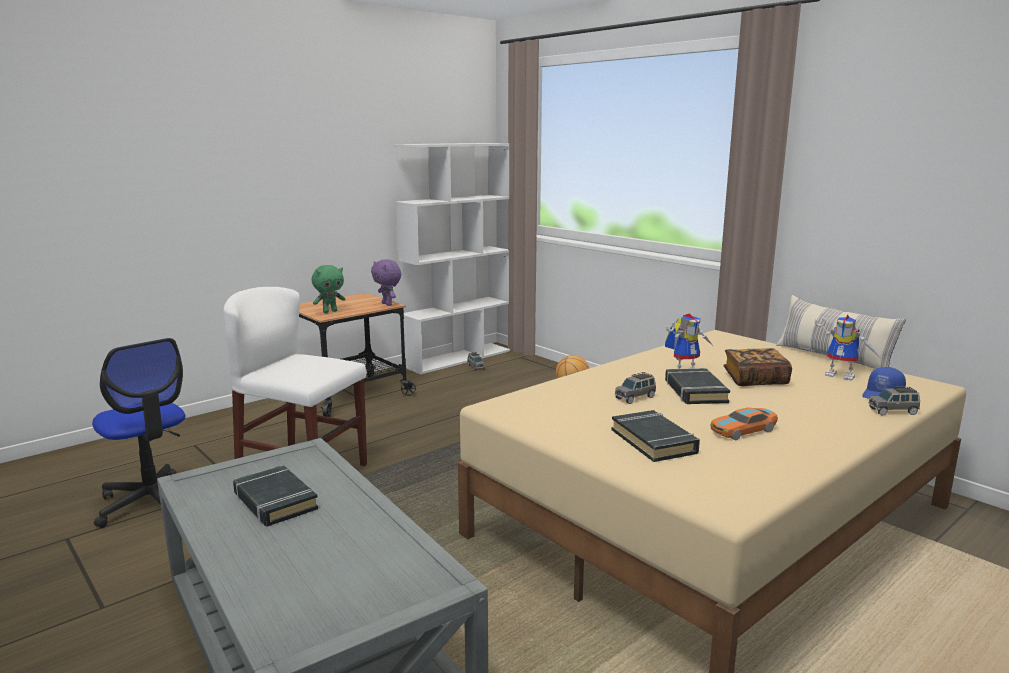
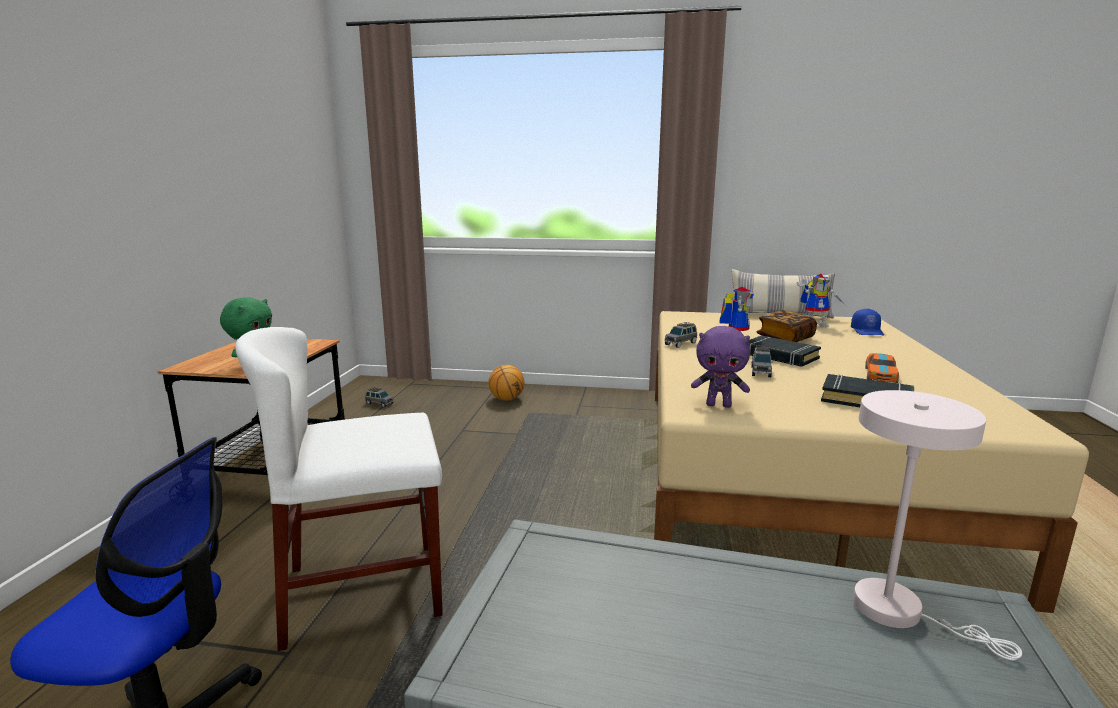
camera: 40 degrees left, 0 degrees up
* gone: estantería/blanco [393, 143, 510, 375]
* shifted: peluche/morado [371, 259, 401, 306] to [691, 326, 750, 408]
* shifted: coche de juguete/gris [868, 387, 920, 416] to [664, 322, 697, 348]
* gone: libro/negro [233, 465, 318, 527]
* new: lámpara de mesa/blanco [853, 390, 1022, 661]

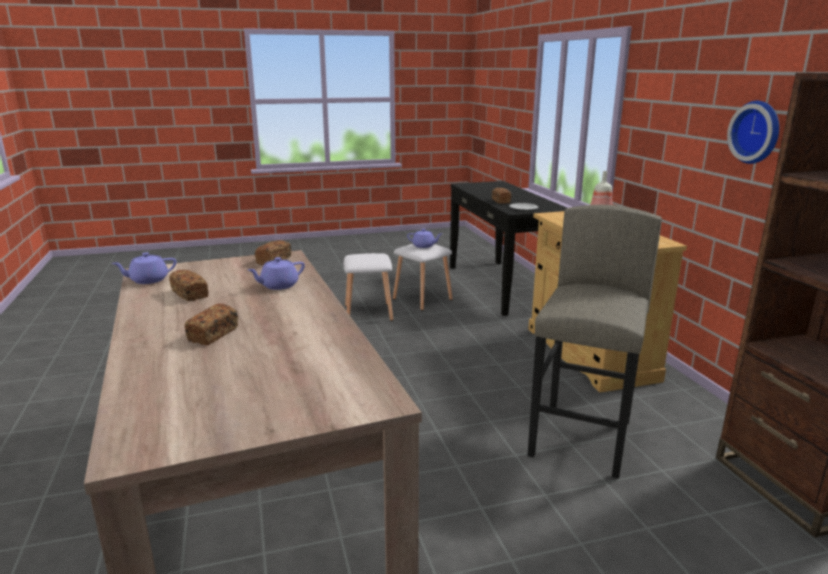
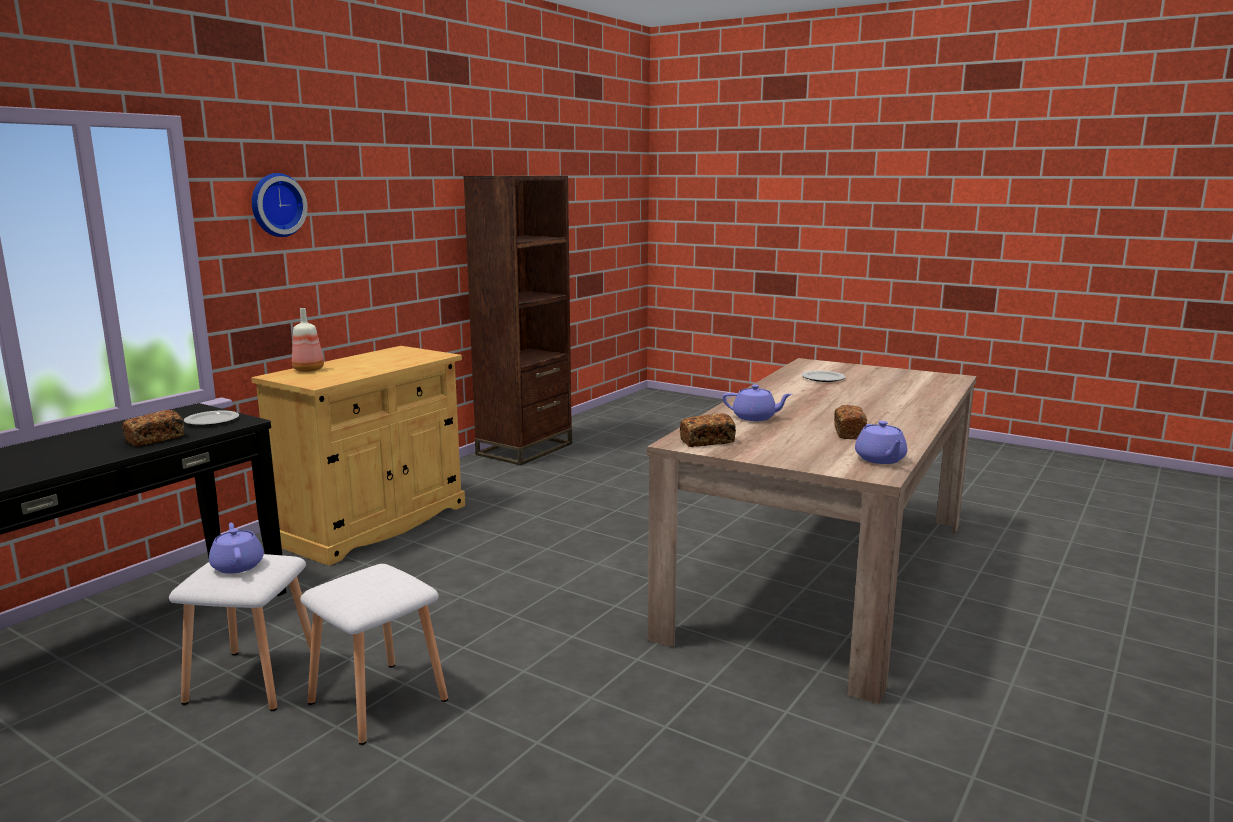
camera: 130 degrees left, 5 degrees down
* shifted: reloj de pared [727, 101, 779, 164] to [252, 173, 308, 237]
* gone: taburete/gris [528, 205, 662, 478]
* rotated: tetera/morado [112, 252, 176, 284] = [855, 421, 907, 464] 60 degrees clockwise
* gone: pan [185, 304, 238, 345]
* new: plato [802, 371, 846, 382]

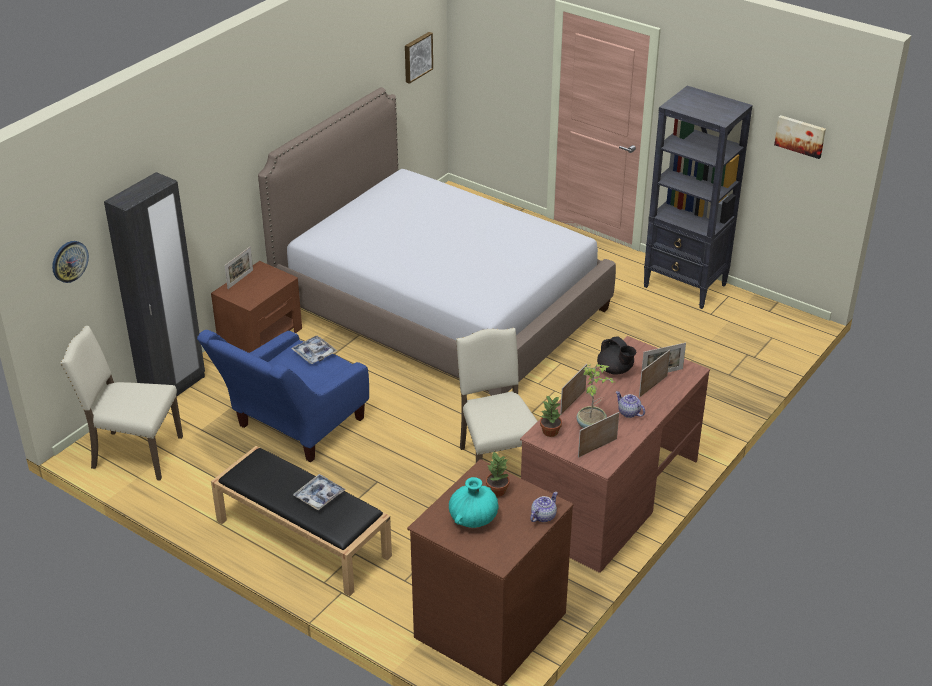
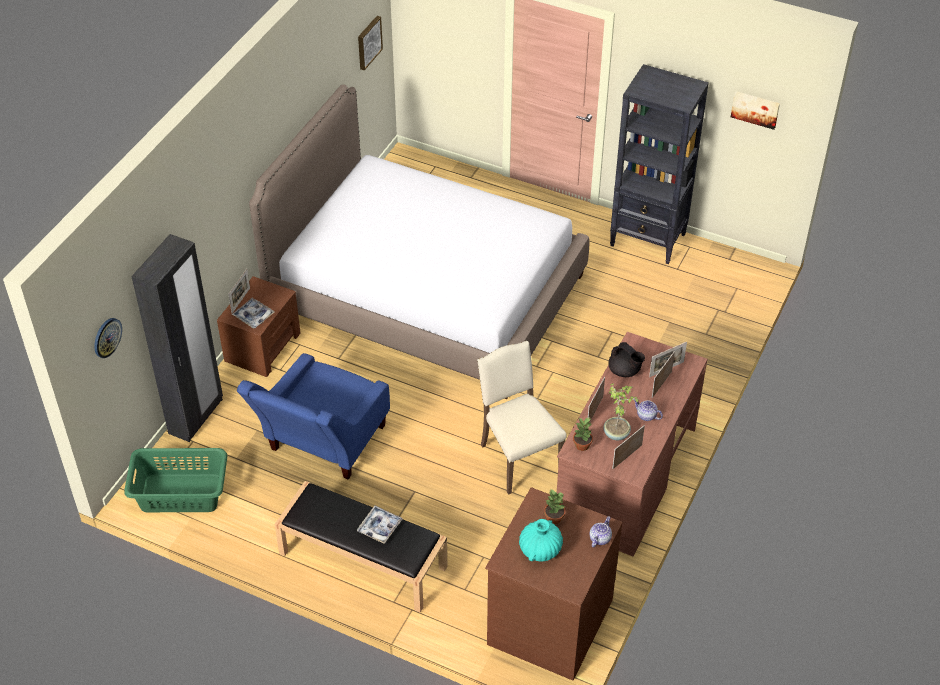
camera: 10 degrees left, 10 degrees up
* swapped: silla/beis [60, 326, 183, 481] to cesto de la ropa/verde [124, 448, 227, 512]
* shifted: bandeja [291, 336, 337, 364] to [232, 298, 275, 328]

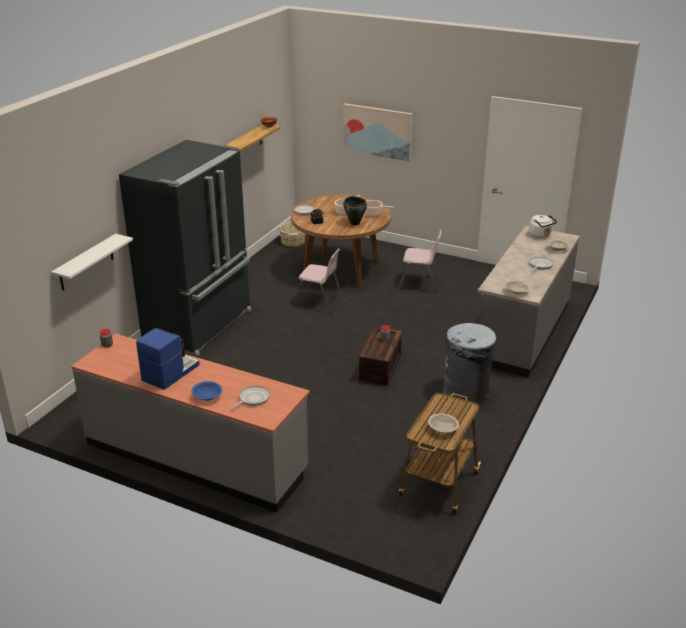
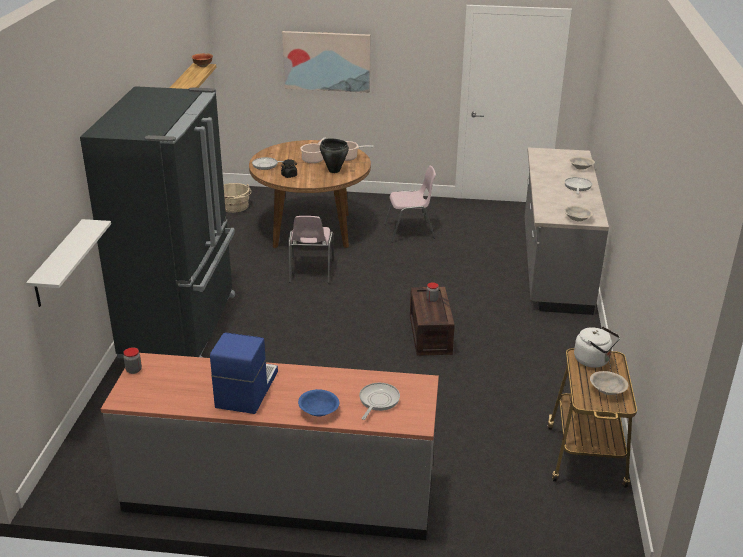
camera: 20 degrees left, 0 degrees up
* shifted: hervidor/blanco [529, 215, 557, 238] to [574, 326, 620, 368]
* rotated: silla/rosa [294, 249, 343, 313] = [288, 216, 334, 283] 90 degrees clockwise
* gone: papelera/gris [443, 323, 497, 406]

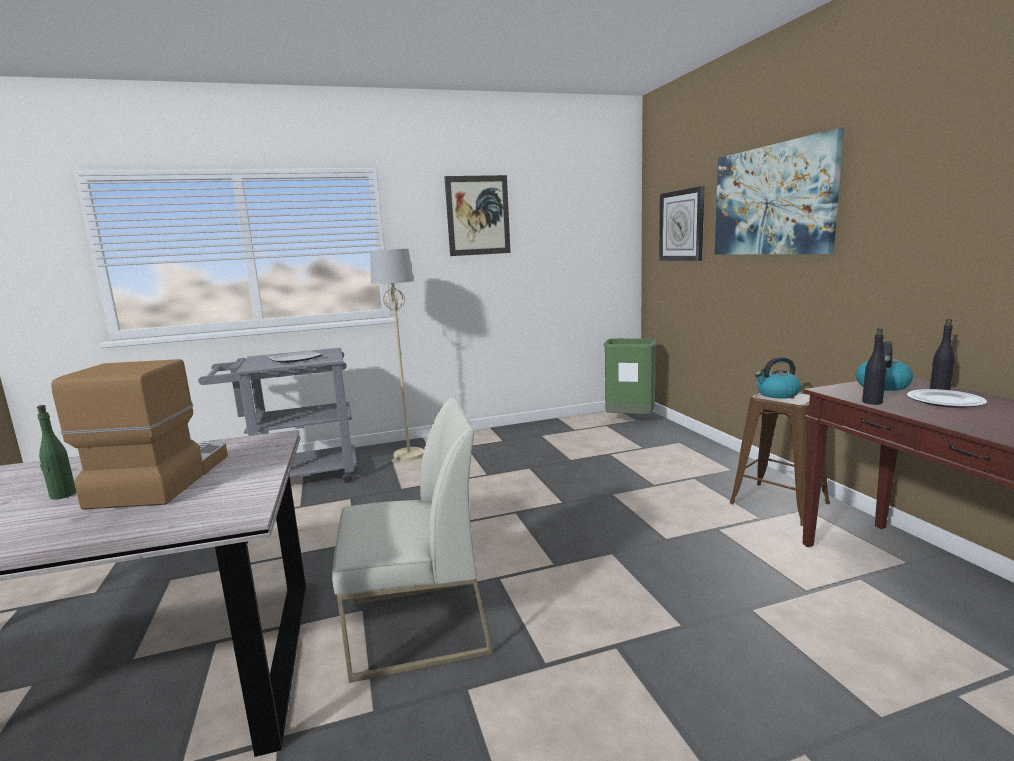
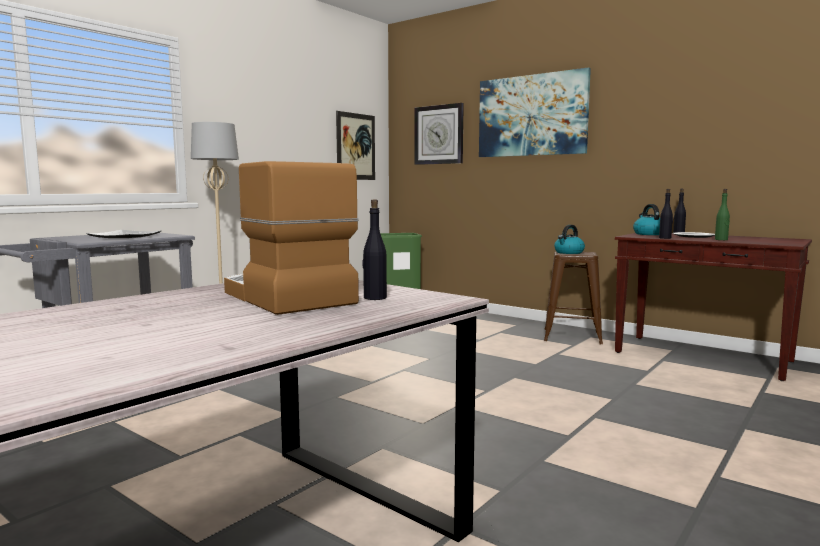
camera: 35 degrees left, 5 degrees down
* shifted: cuadro [444, 175, 511, 256] to [336, 111, 375, 180]
* gone: silla/blanco [332, 396, 493, 683]
* shifted: botella/verde [37, 405, 76, 500] to [715, 189, 730, 240]
* new: botella/negro [362, 199, 387, 300]

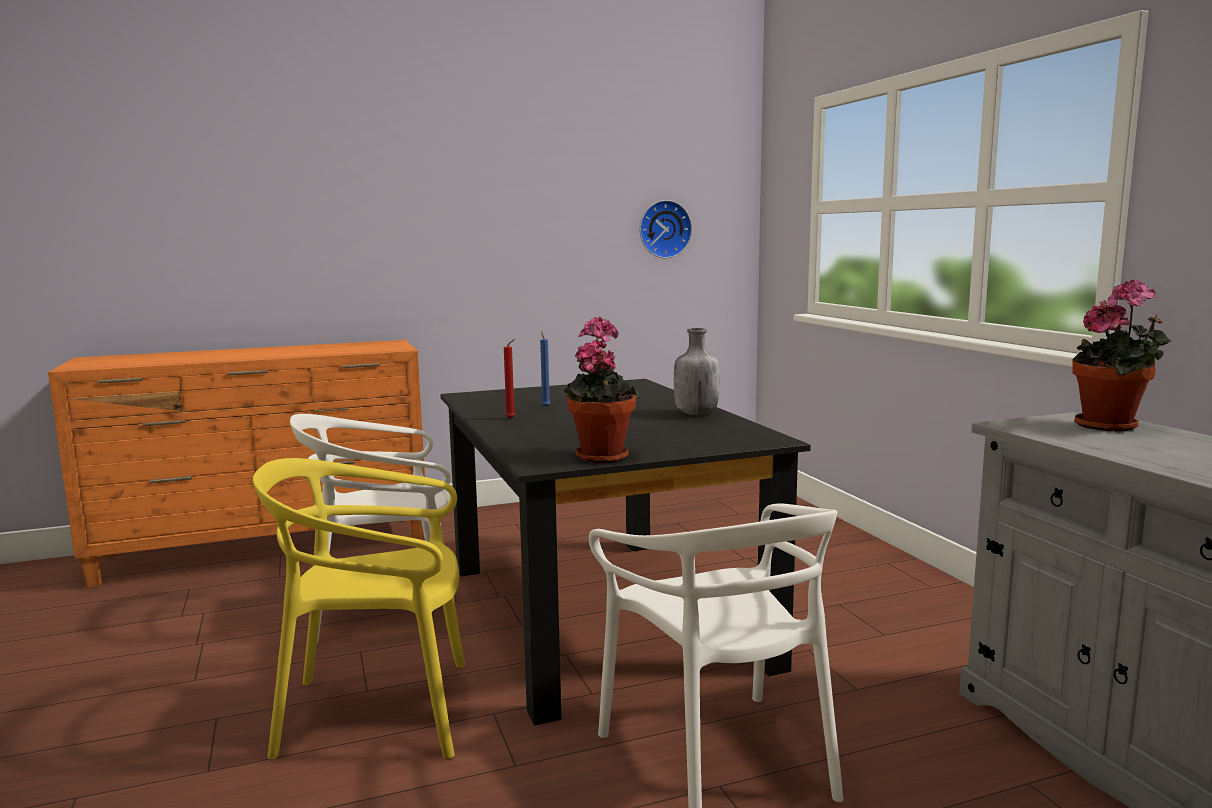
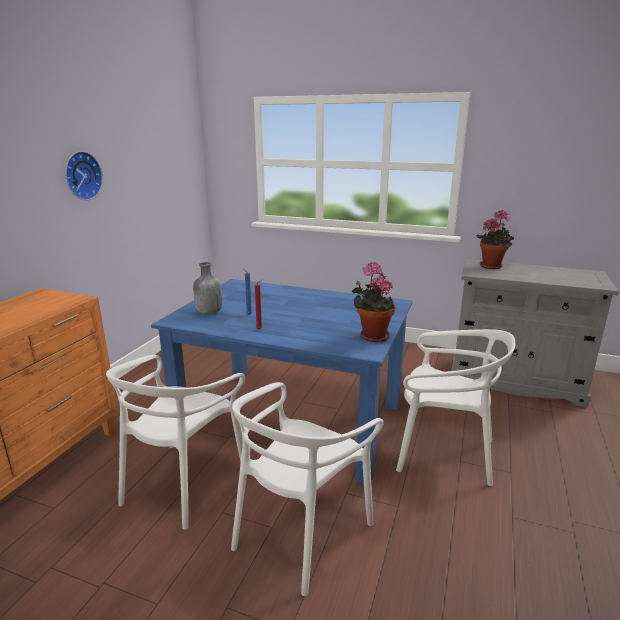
camera: 50 degrees left, 10 degrees up
* shifted: reloj de pared [640, 200, 692, 258] to [65, 151, 103, 200]
* shifted: botella/gris [674, 328, 720, 415] to [193, 262, 222, 314]
* repainted: mesa de comedor/negro [440, 379, 811, 725] to mesa de comedor/azul [151, 279, 413, 484]
* repainted: silla/amarillo [253, 458, 466, 759] to silla/blanco [231, 382, 384, 596]

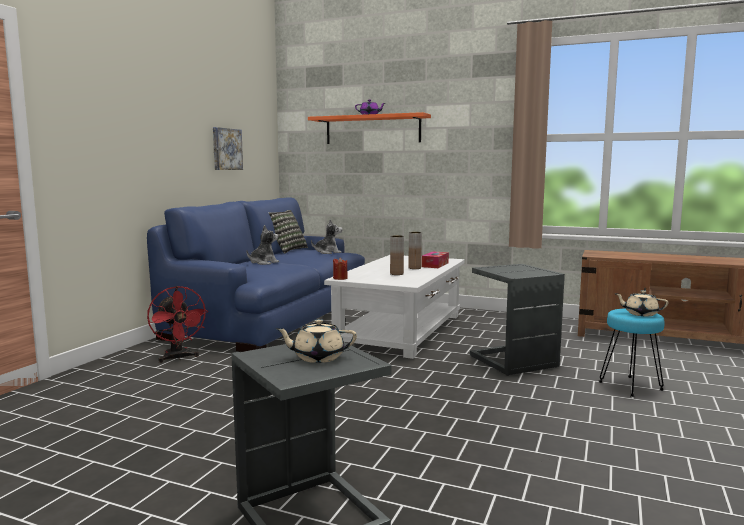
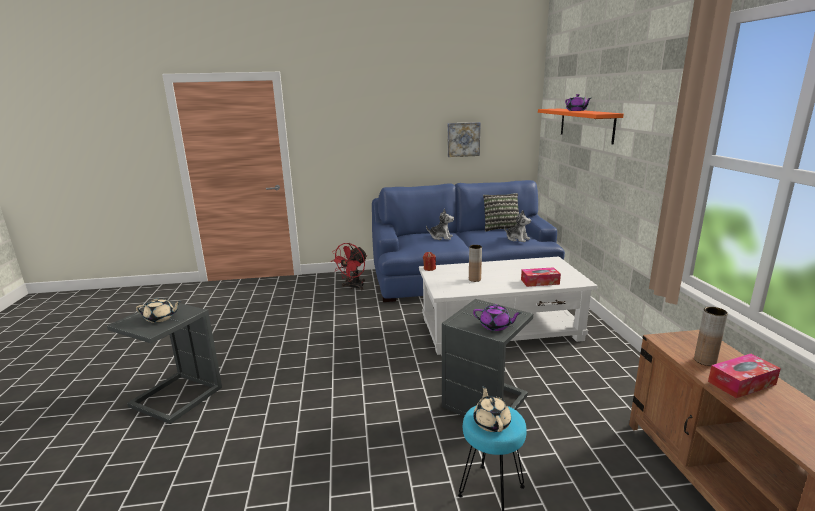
camera: 60 degrees right, 10 degrees up
* shifted: florero/marrón [408, 232, 422, 269] to [694, 307, 728, 366]
* rotated: tetera/beis [275, 319, 357, 363] = [136, 298, 182, 323] 120 degrees clockwise
* new: tetera/morado [473, 304, 521, 331]
* new: caja de pañuelos [708, 354, 781, 398]

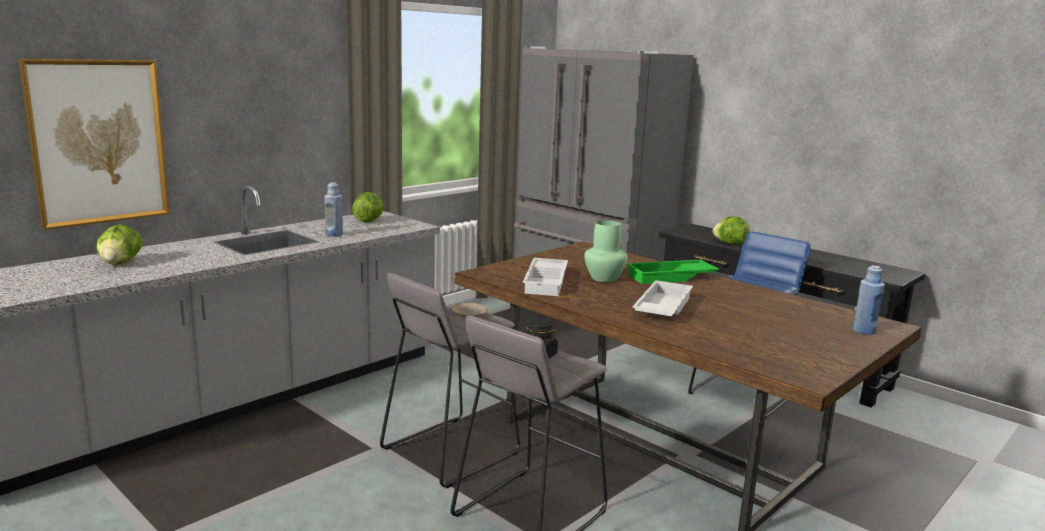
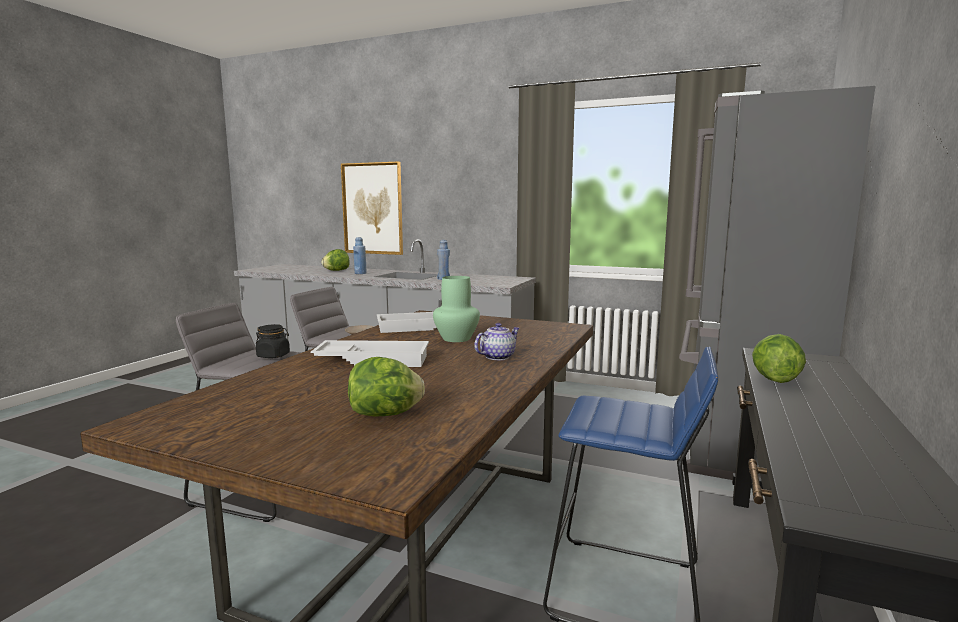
camera: 70 degrees right, 5 degrees down
* shifted: lechuga [352, 192, 384, 222] to [348, 357, 425, 416]
* swapped: bandeja/verde [627, 260, 719, 284] to tetera [474, 323, 520, 360]
* shifted: botella/azul [853, 265, 885, 335] to [353, 237, 367, 274]

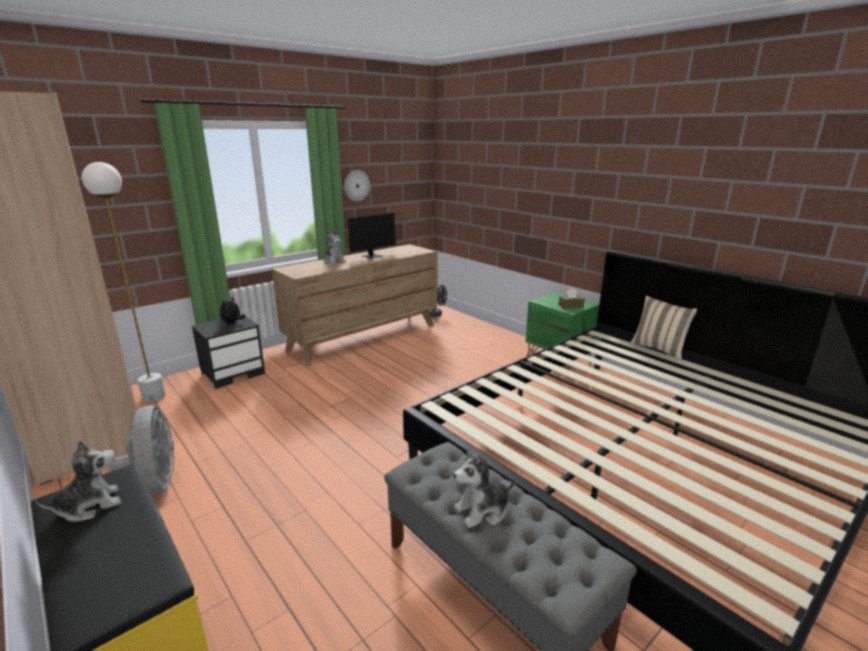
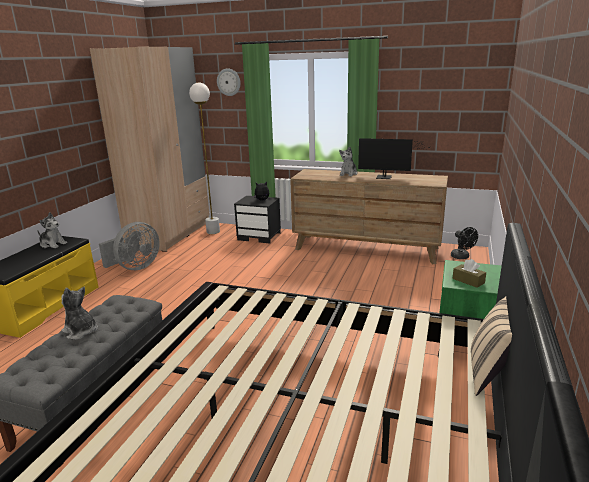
camera: 60 degrees right, 0 degrees up
* shifted: reloj de pared [344, 170, 370, 202] to [217, 68, 241, 96]

